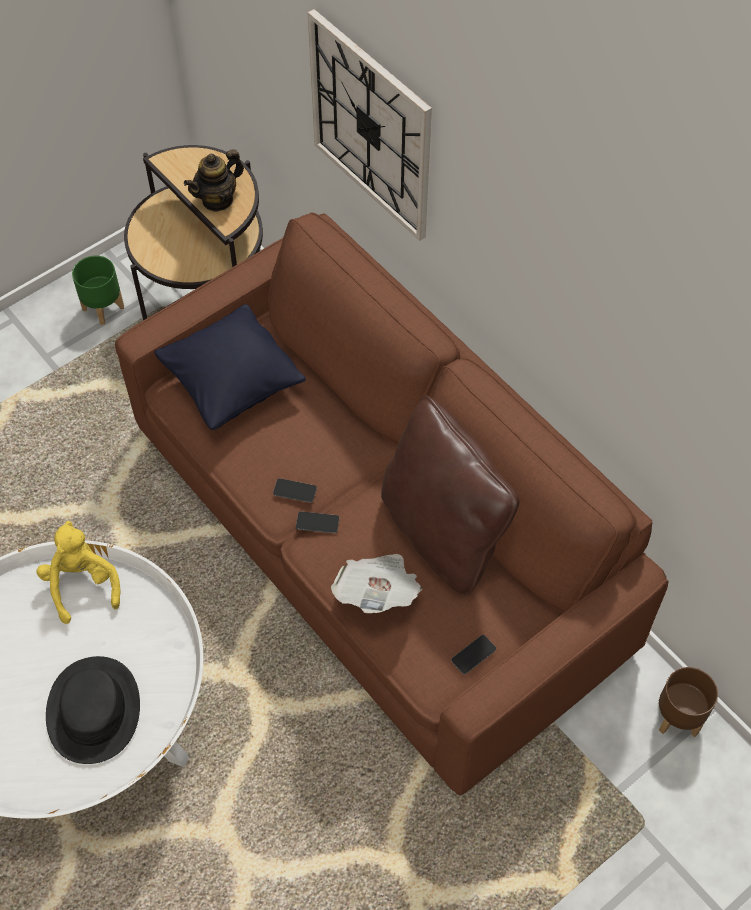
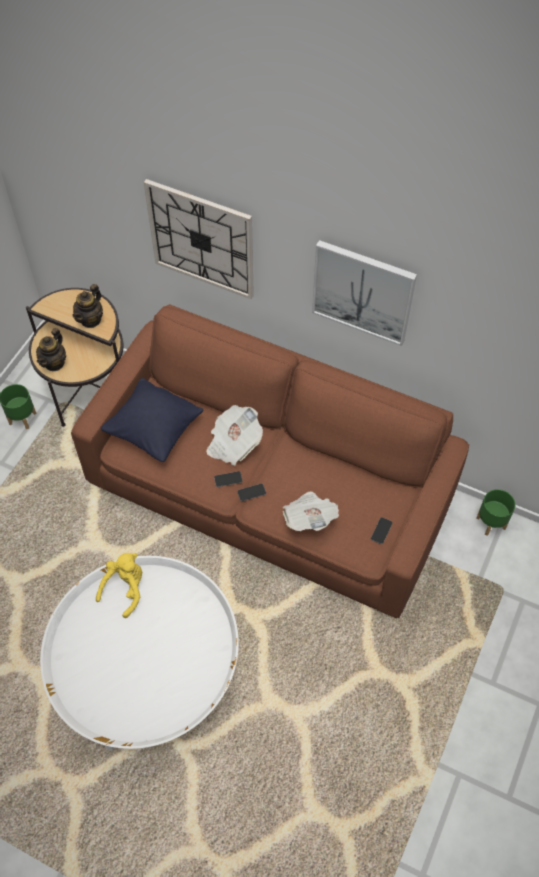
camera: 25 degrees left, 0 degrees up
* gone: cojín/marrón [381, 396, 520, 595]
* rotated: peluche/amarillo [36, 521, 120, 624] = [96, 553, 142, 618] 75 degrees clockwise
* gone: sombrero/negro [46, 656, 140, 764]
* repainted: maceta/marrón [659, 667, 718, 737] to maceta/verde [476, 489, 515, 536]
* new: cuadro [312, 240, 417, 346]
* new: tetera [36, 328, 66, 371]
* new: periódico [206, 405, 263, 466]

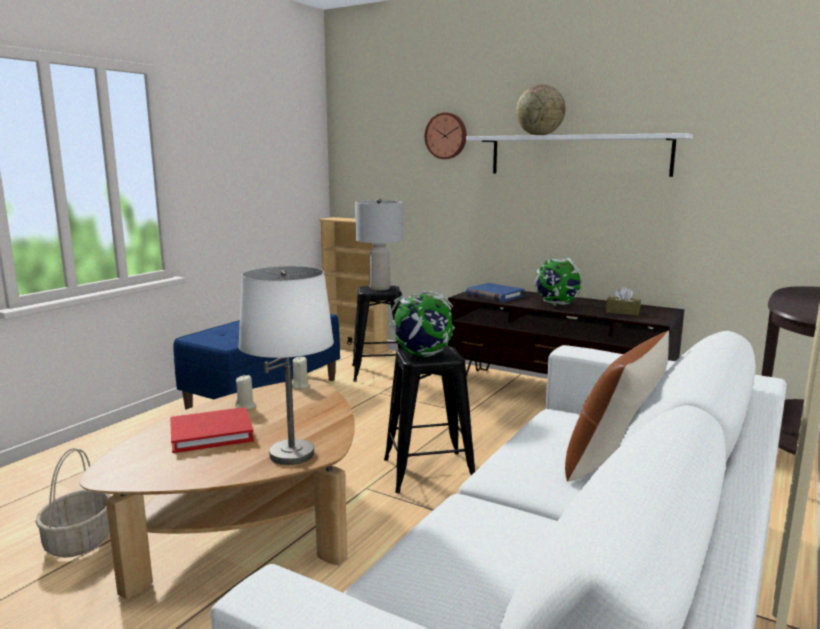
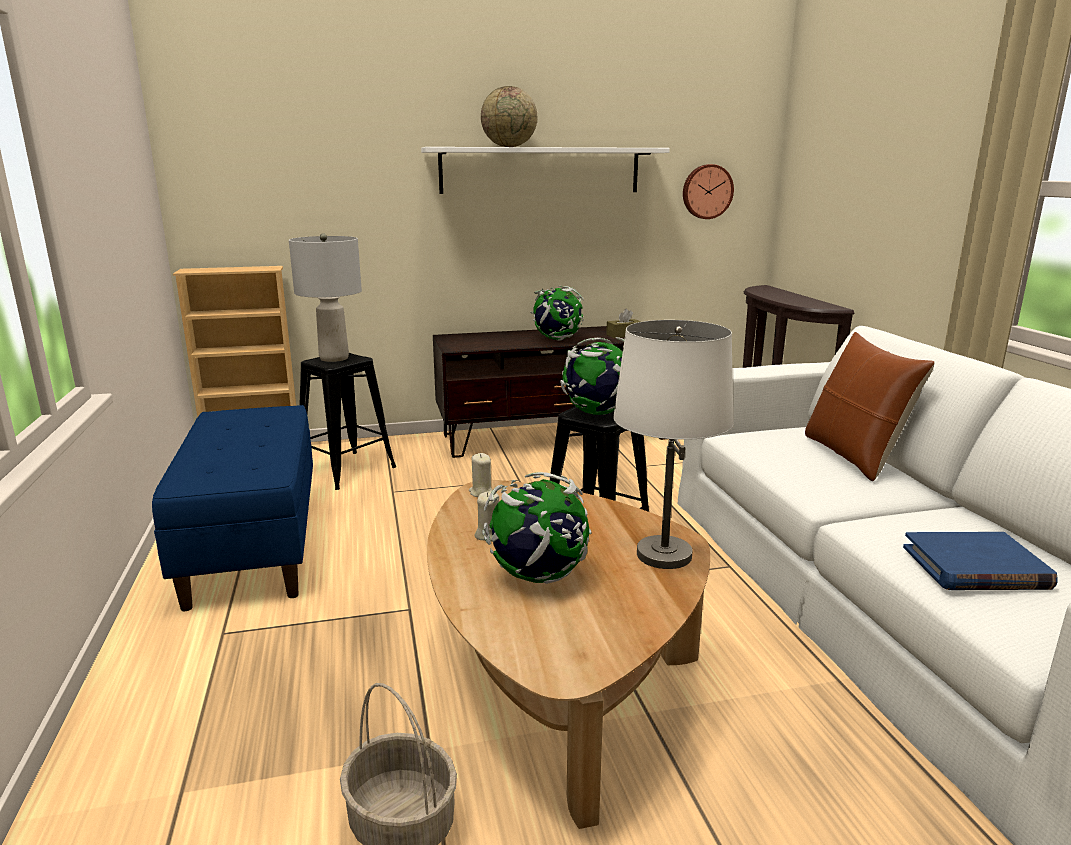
camera: 45 degrees left, 5 degrees up
* shifted: reloj de pared [425, 112, 467, 159] to [683, 164, 734, 219]
* shifted: libro/azul [466, 283, 524, 302] to [903, 532, 1058, 590]
* swapped: libro/rojo [170, 407, 254, 453] to globo terráqueo [482, 472, 591, 584]

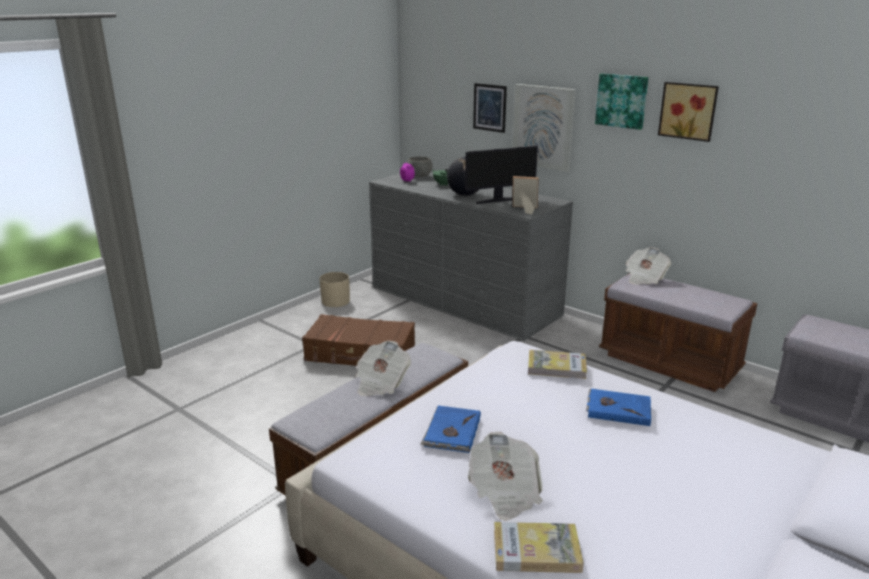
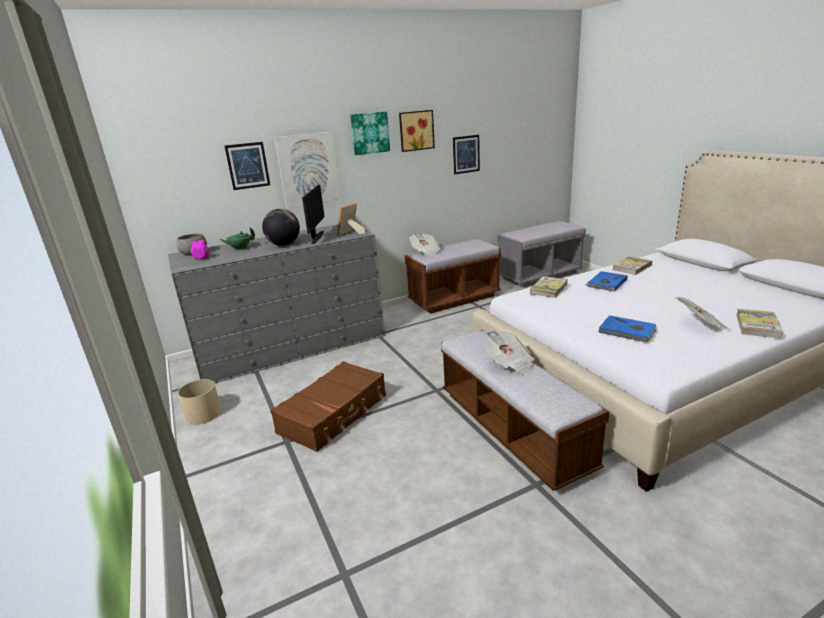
camera: 65 degrees left, 0 degrees up
* new: cuadro [453, 135, 480, 175]
* new: libro [613, 256, 652, 275]

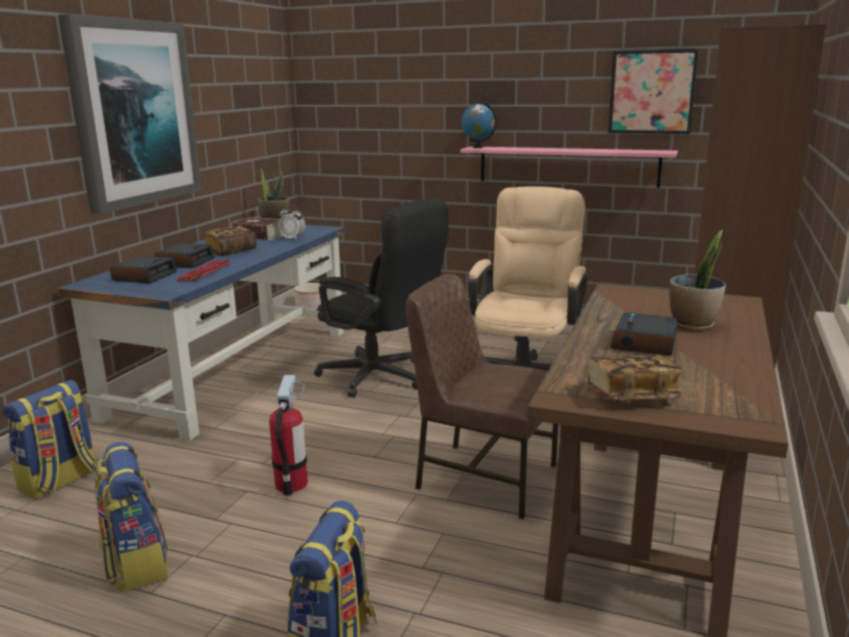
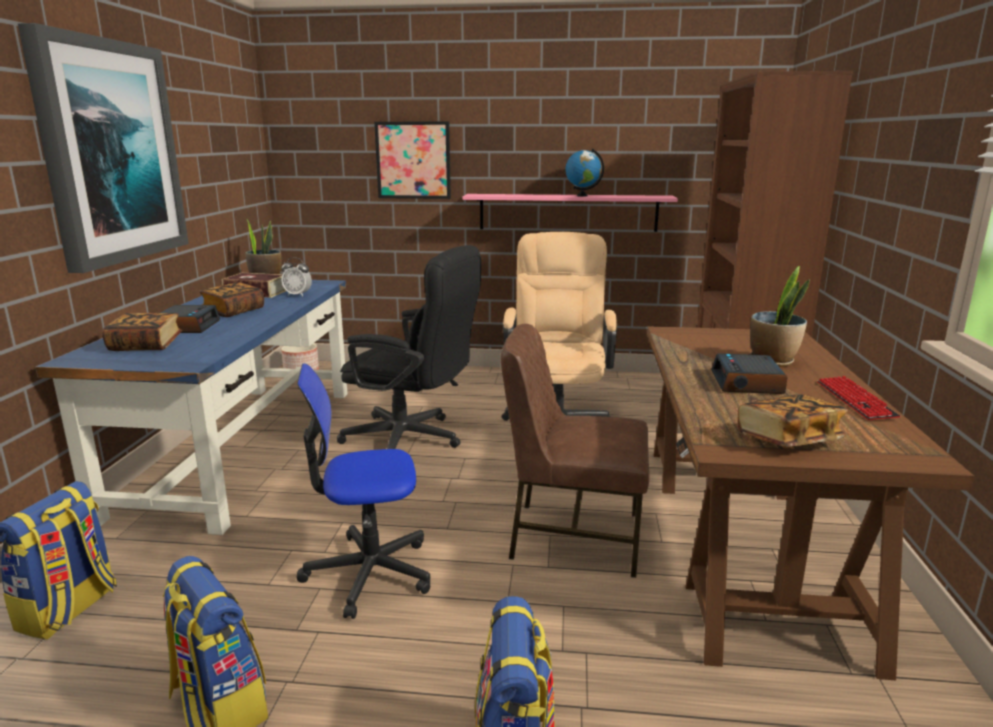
camera: 15 degrees left, 0 degrees up
* shifted: cuadro [608, 49, 699, 134] to [374, 122, 451, 199]
* shifted: globo terráqueo [461, 103, 497, 148] to [566, 149, 604, 197]
* swapped: despertador [110, 256, 177, 283] to libro [102, 313, 182, 351]
* shifted: teclado [176, 260, 231, 281] to [817, 376, 900, 420]
* swapped: extintor [269, 375, 308, 496] to silla de oficina [297, 363, 430, 619]

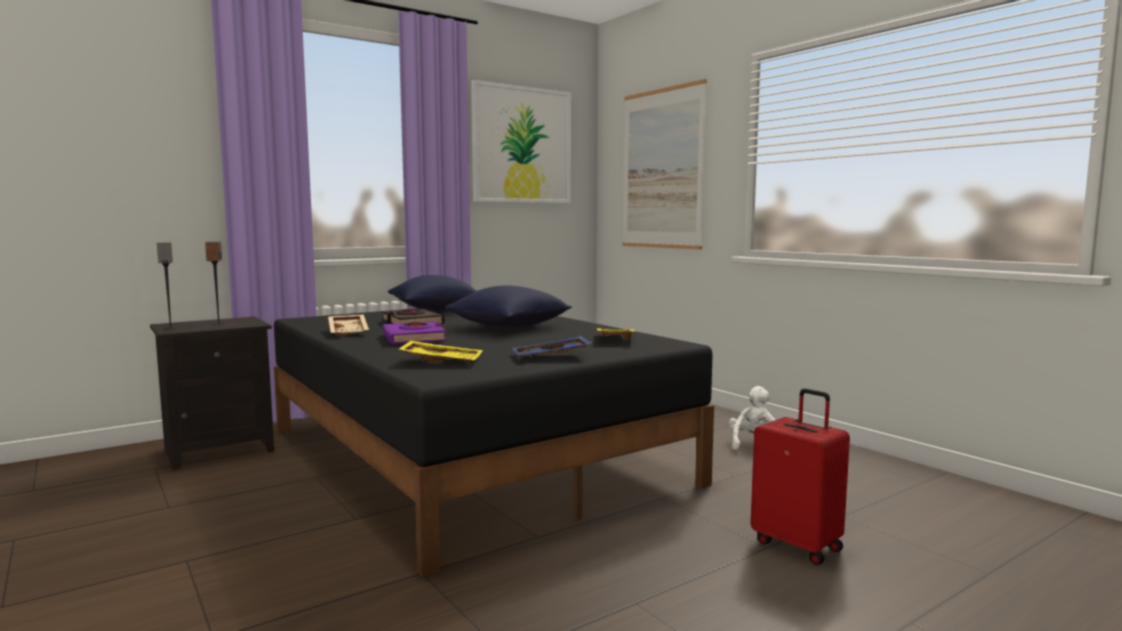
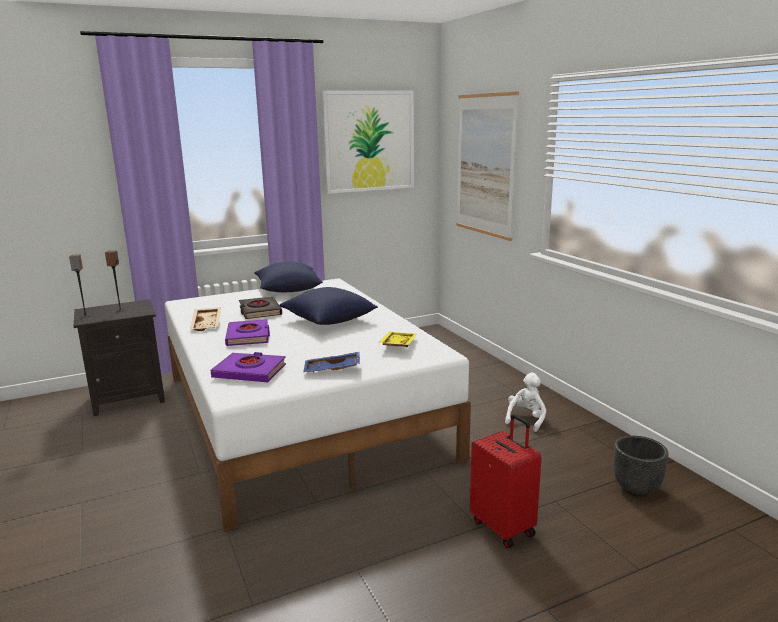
camera: 10 degrees right, 10 degrees up
* repainted: cama/negro [274, 308, 714, 577] to cama/blanco [165, 278, 471, 531]
* swapped: bandeja/amarillo [399, 341, 483, 364] to libro/morado [211, 352, 286, 382]
* new: maceta/negro [613, 436, 668, 497]

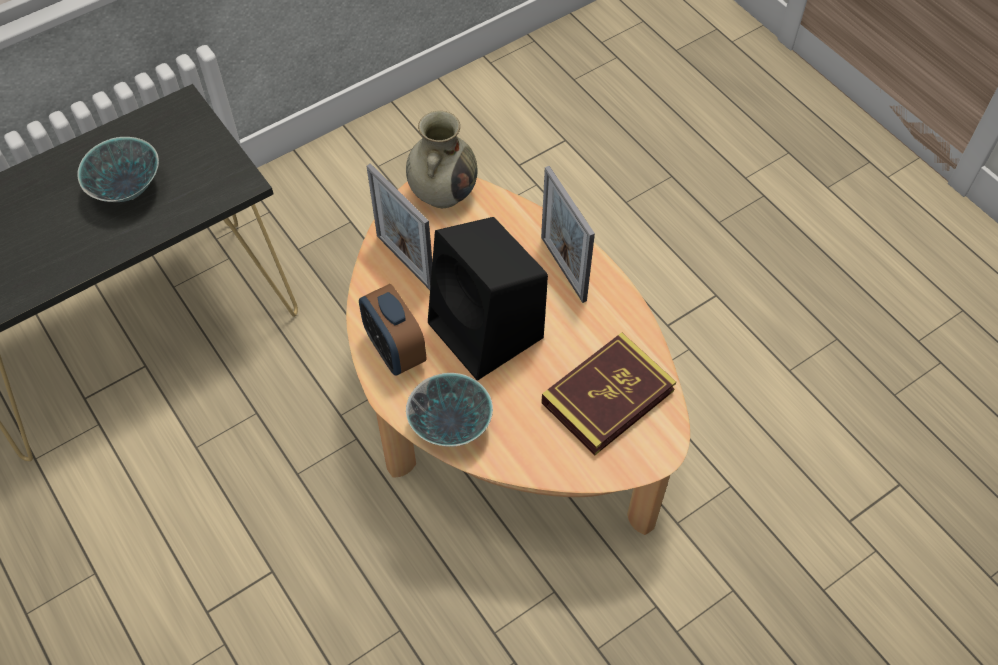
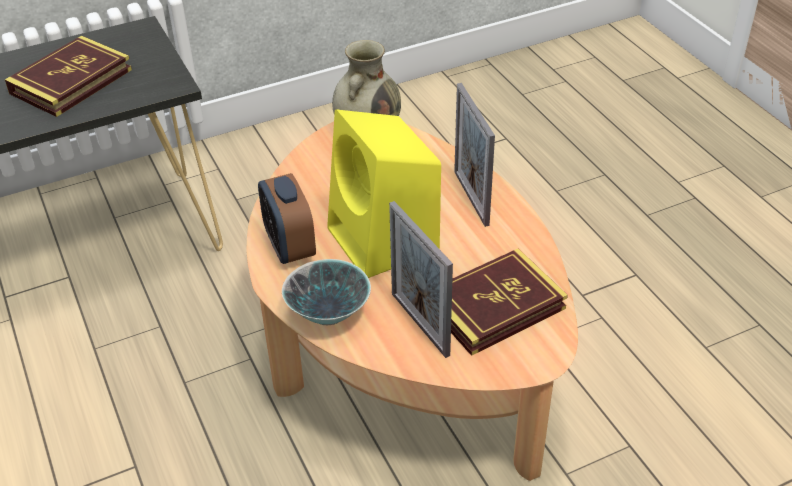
camera: 10 degrees right, 15 degrees down
* swapped: cuenco [77, 137, 159, 202] to libro [5, 35, 132, 117]
* shifted: portarretratos [366, 163, 432, 290] to [389, 201, 453, 358]
* repainted: altavoz/negro [428, 217, 548, 381] to altavoz/amarillo [327, 109, 441, 278]

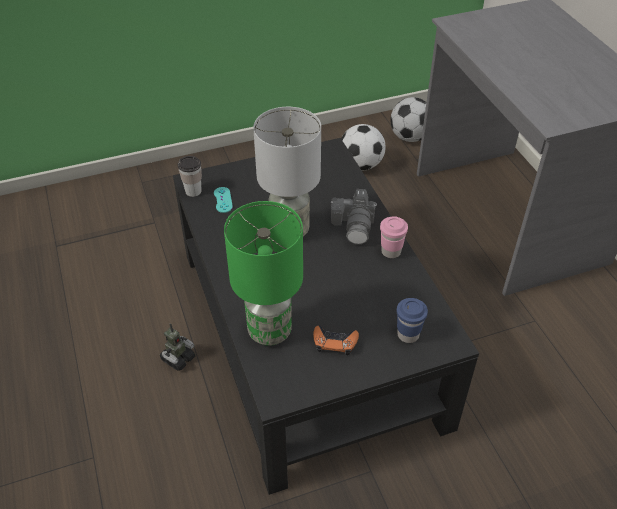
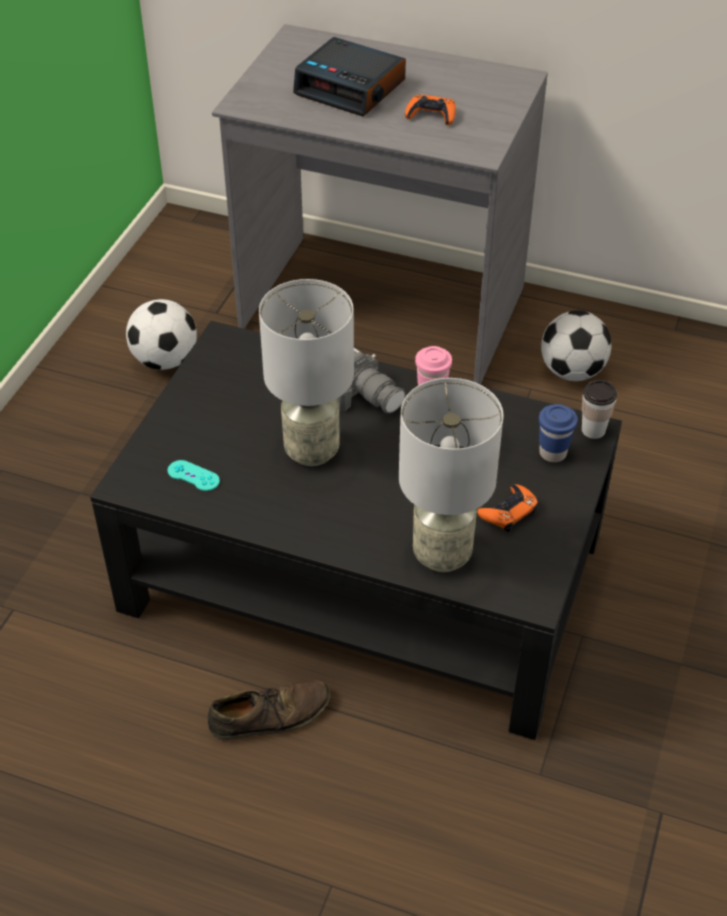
camera: 50 degrees left, 0 degrees up
* shifted: balón de fútbol [390, 97, 426, 142] to [541, 310, 612, 381]
* shifted: taza [178, 156, 202, 197] to [582, 380, 617, 439]
* repainted: lámpara de mesa/verde [224, 201, 303, 346] to lámpara de mesa/gris [399, 378, 504, 572]
* swapped: robot de juguete [160, 324, 195, 371] to zapato/marrón [208, 680, 330, 740]
* new: despertador [293, 37, 406, 116]
* new: mando de consola/naranja [405, 94, 456, 125]

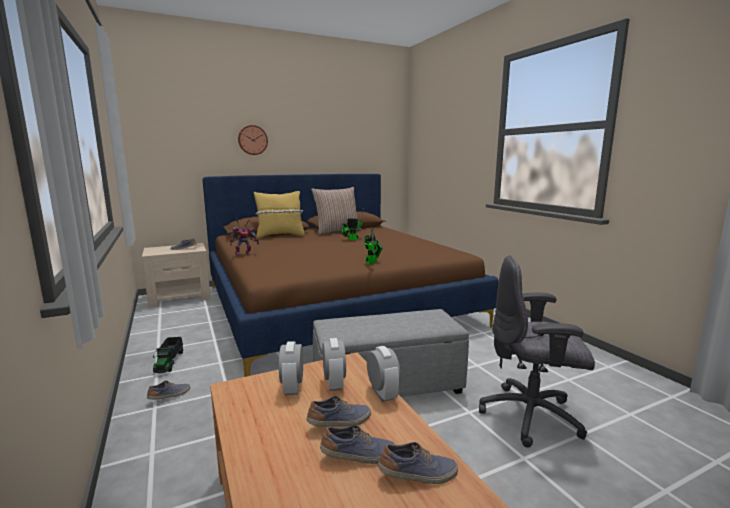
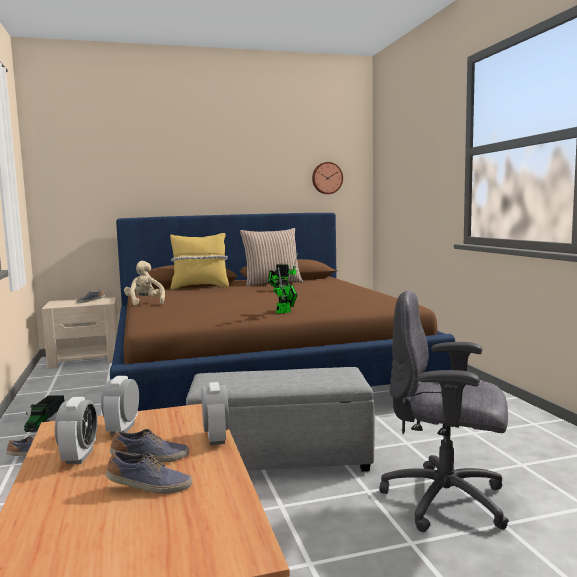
camera: 10 degrees right, 5 degrees down
* shifted: reloj de pared [238, 125, 268, 155] to [312, 162, 343, 194]
* swapped: robot de juguete [230, 218, 259, 256] to peluche/beis [124, 261, 165, 306]
* shifted: despertador [322, 338, 346, 391] to [55, 397, 98, 464]
* gone: zapato [378, 442, 458, 484]

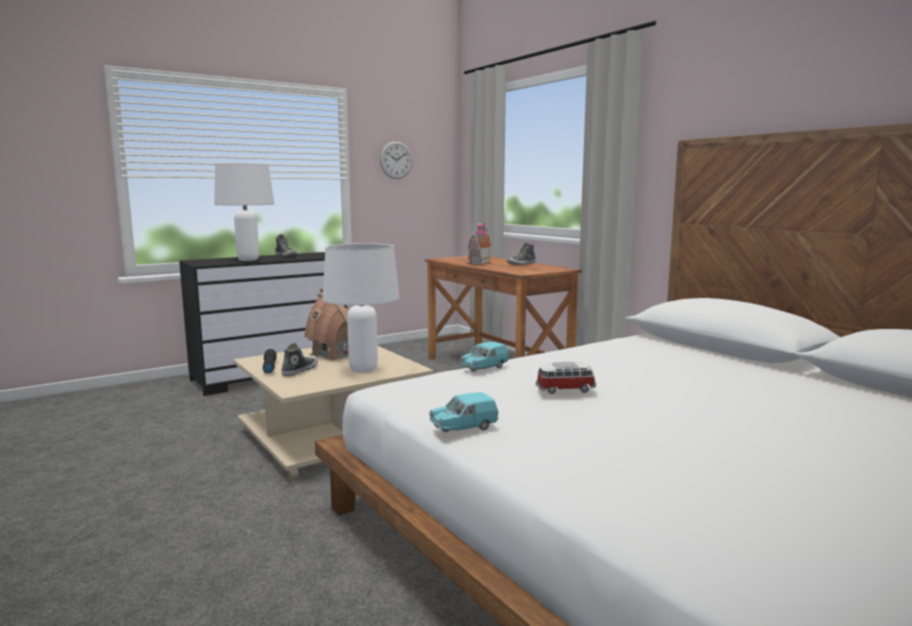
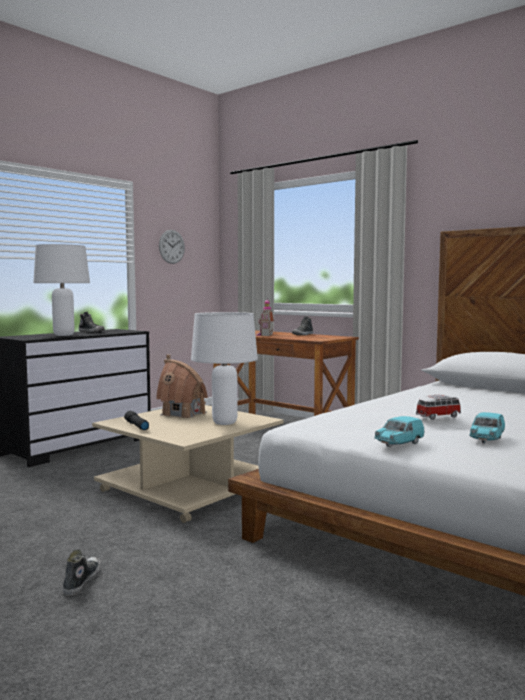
camera: 15 degrees left, 5 degrees down
* shifted: coche de juguete/turquesa [460, 342, 509, 372] to [469, 412, 505, 443]
* shifted: zapato [281, 343, 318, 376] to [63, 549, 100, 595]

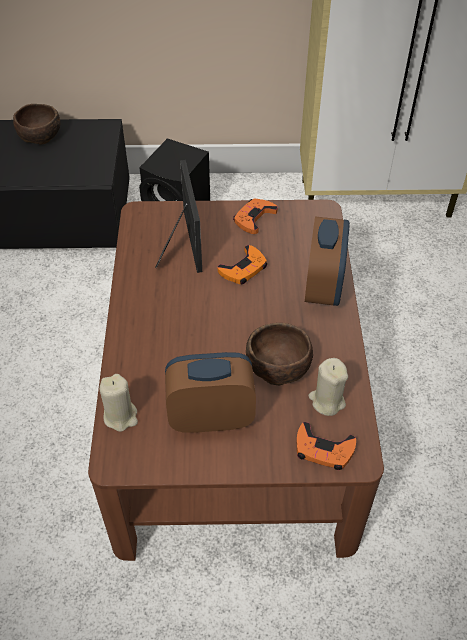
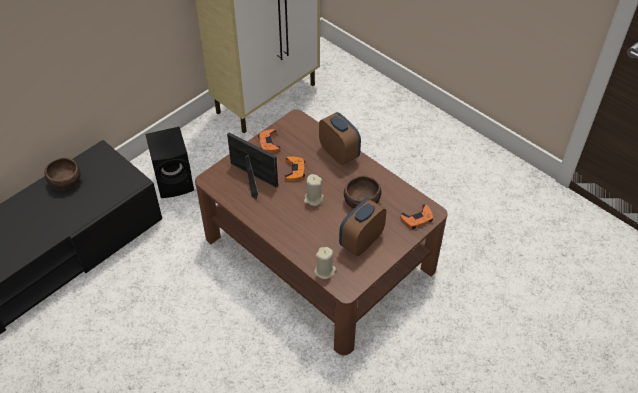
camera: 45 degrees left, 0 degrees up
* shifted: vela/beis [308, 358, 348, 416] to [304, 174, 324, 206]

